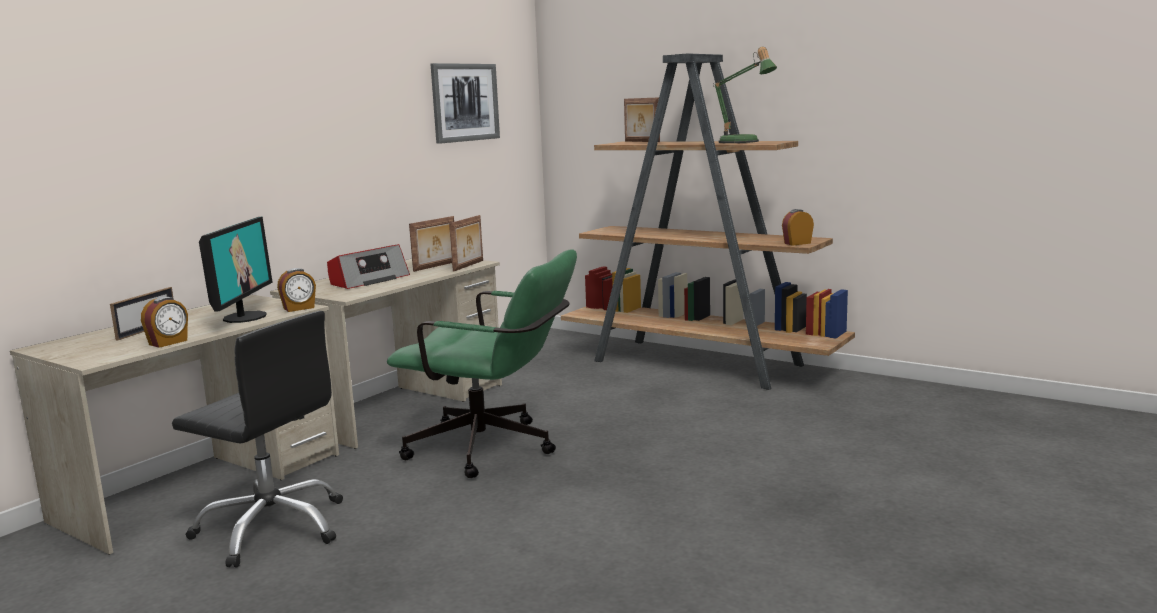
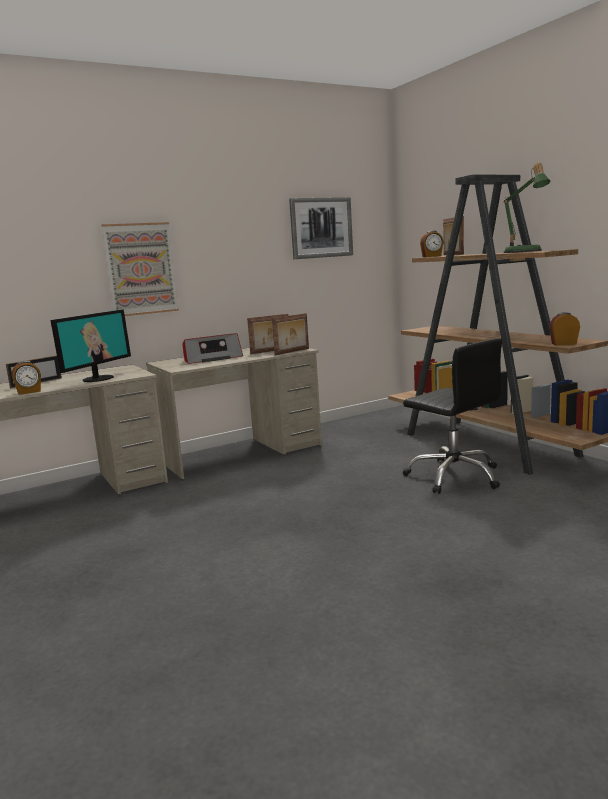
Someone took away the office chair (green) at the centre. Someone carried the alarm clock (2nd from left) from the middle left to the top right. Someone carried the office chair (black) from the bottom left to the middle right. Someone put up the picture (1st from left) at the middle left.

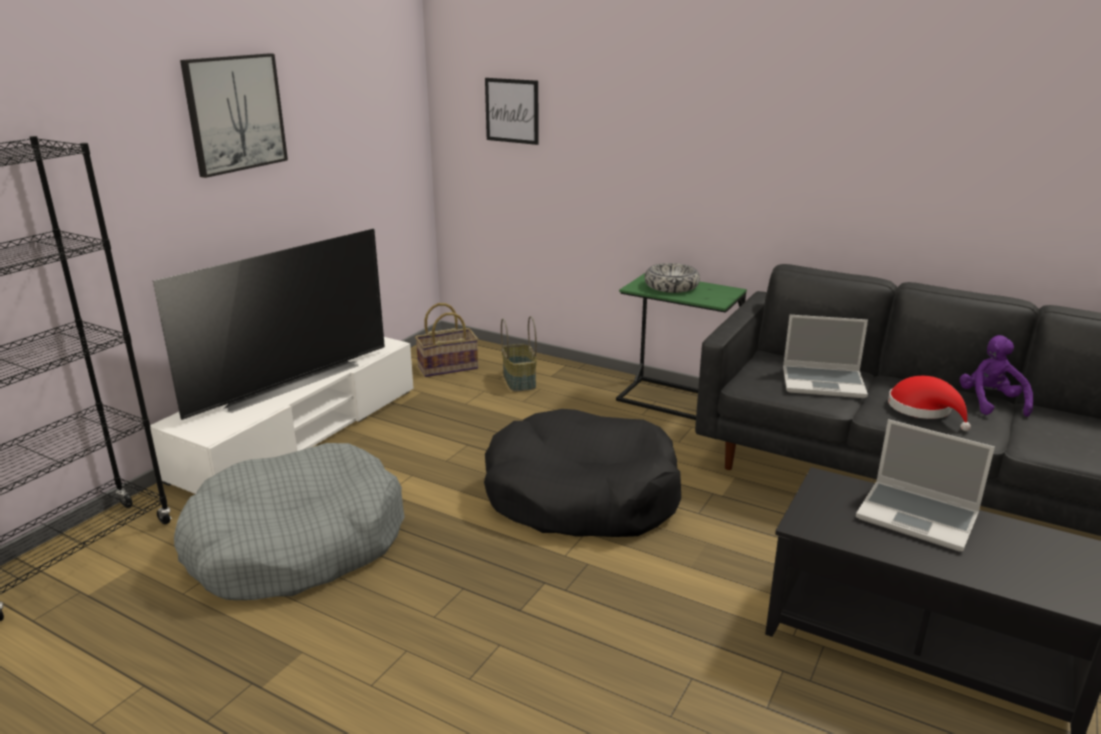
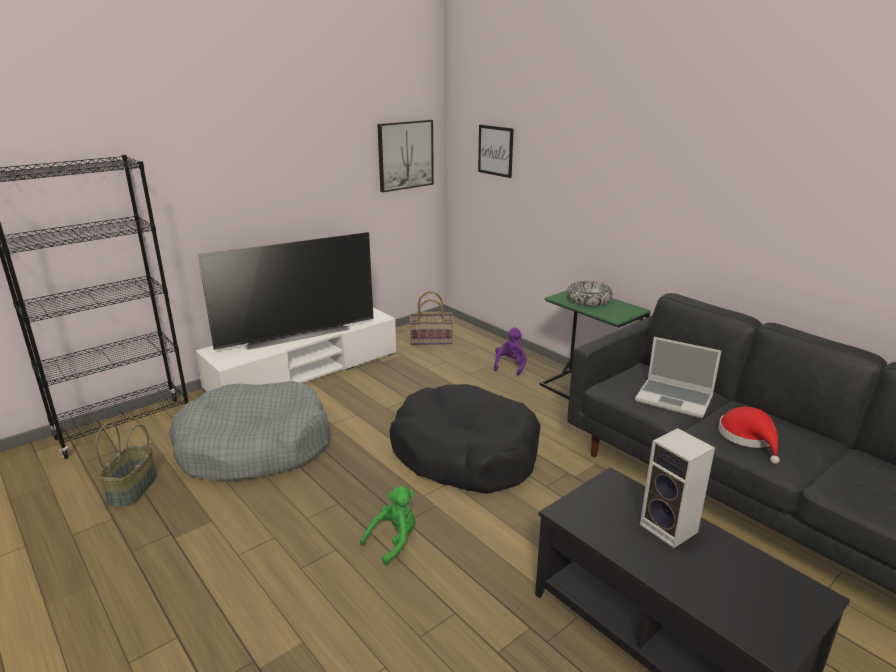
Someone carried the picture (1st from left) from the top left to the top centre. Someone carried the basket (2nd from left in the first image) from the centre to the bottom left. Someone carried the plush toy (purple) from the middle right to the centre. Someone swapped the laptop (2nd from left) at the middle right for the speaker at the bottom right. Someone put down the plush toy (green) at the bottom centre.

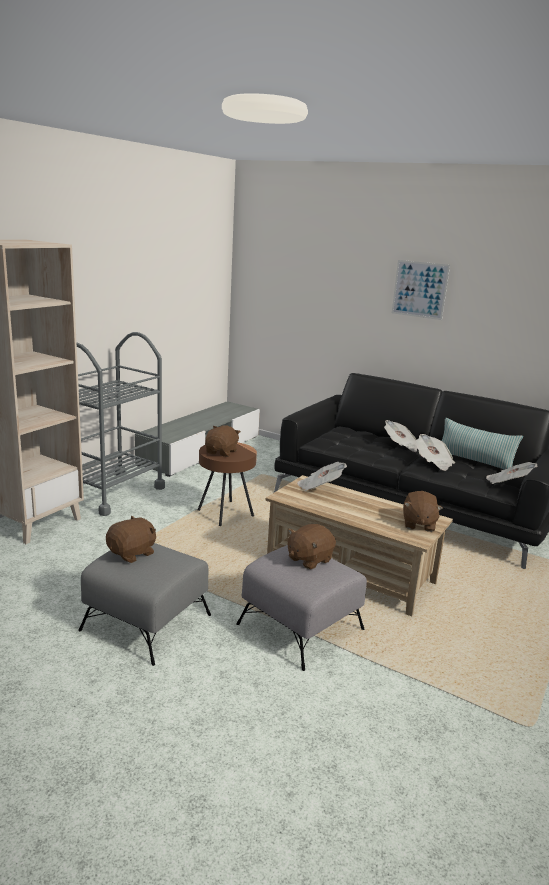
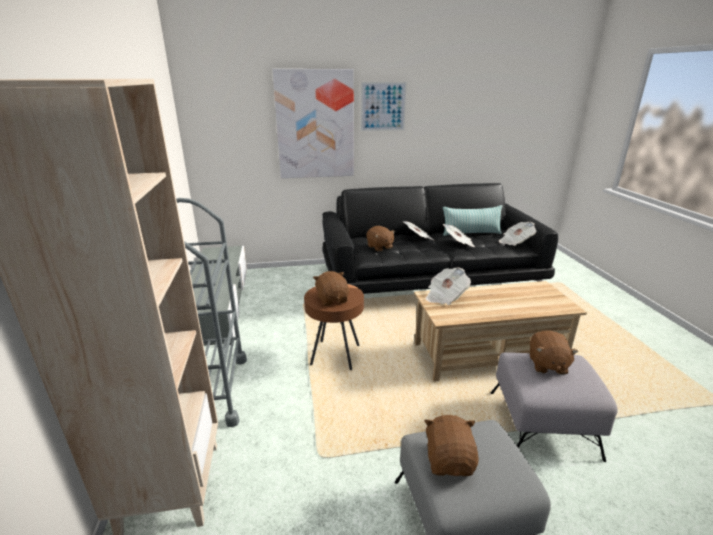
Someone carried the plush toy (brown) (4th from left in the first image) from the middle right to the centre. Someone put up the picture (1st from left) at the top centre.

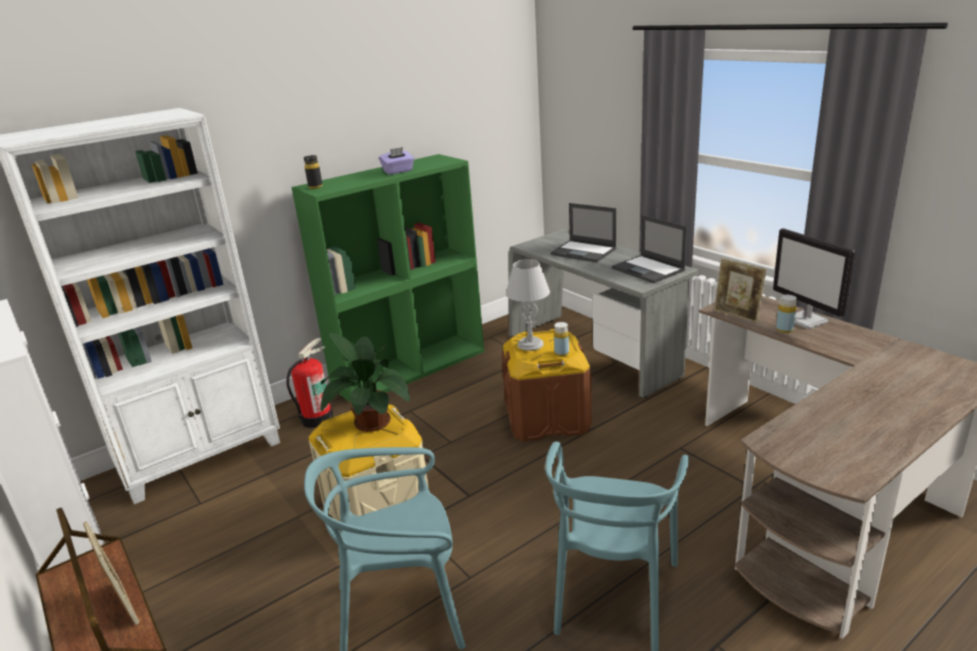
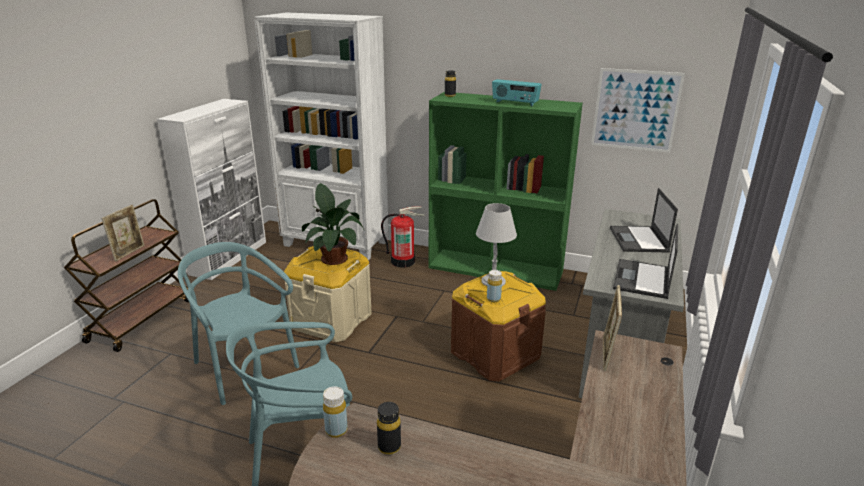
Someone swapped the tissue box (purple) at the top centre for the radio at the top centre. Someone took away the monitor at the middle right. Someone carried the bottle (yellow) (2nd from left in the first image) from the middle right to the bottom centre. Someone put up the picture at the top right. Someone put down the bottle (black) (1st from left) at the bottom centre.

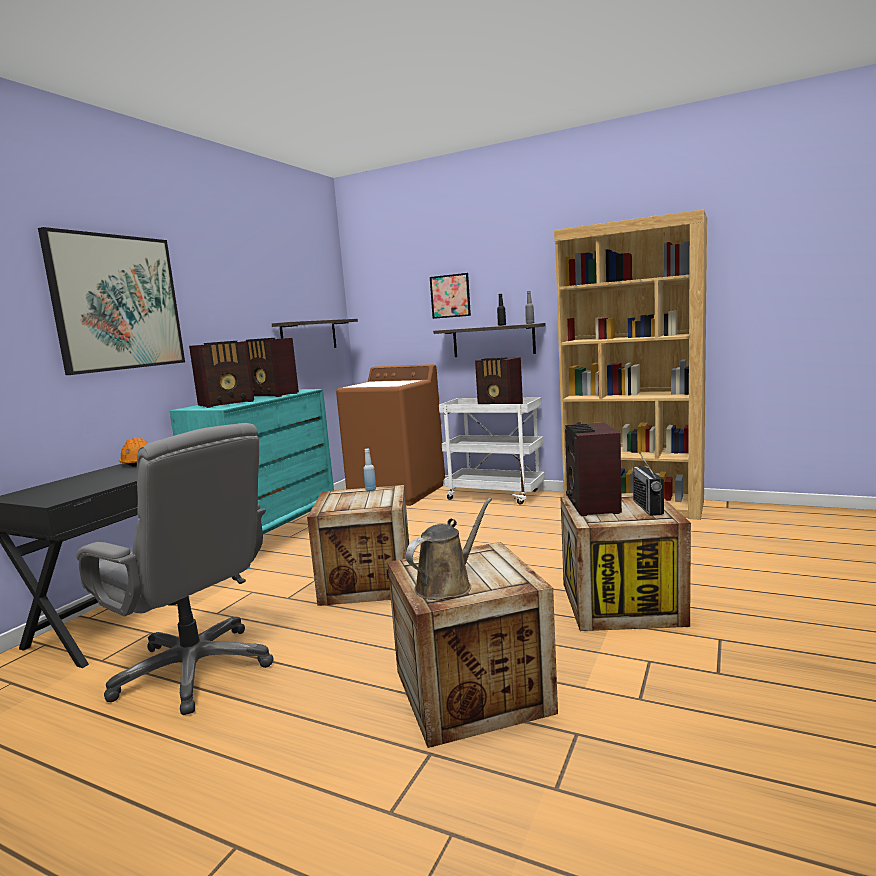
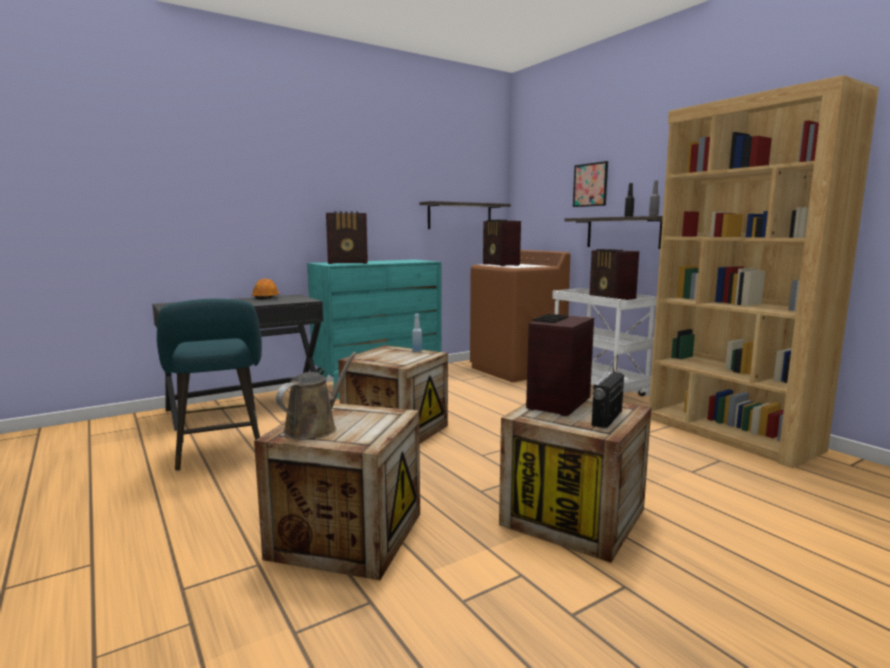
Someone took away the picture (1st from left) at the middle left. Someone carried the radio (2nd from left) from the middle left to the centre. Someone swapped the office chair (grey) at the middle left for the stool (turquoise) at the middle left. Someone rotated the watering can (brown) at the centre by 45 degrees counterclockwise.

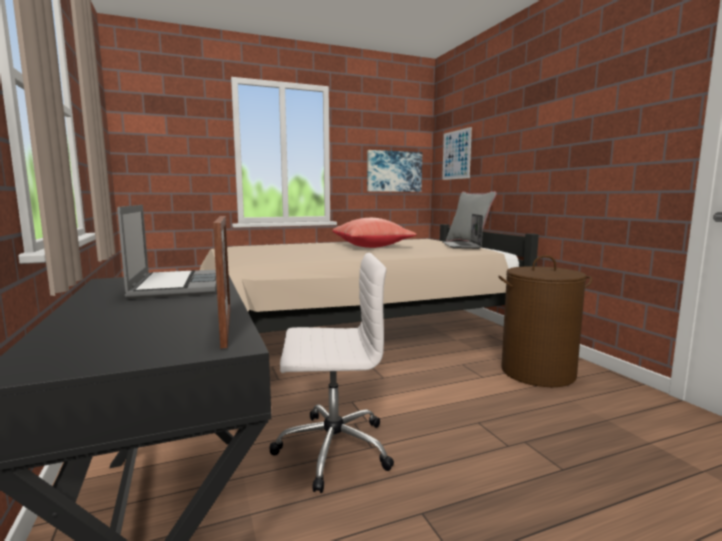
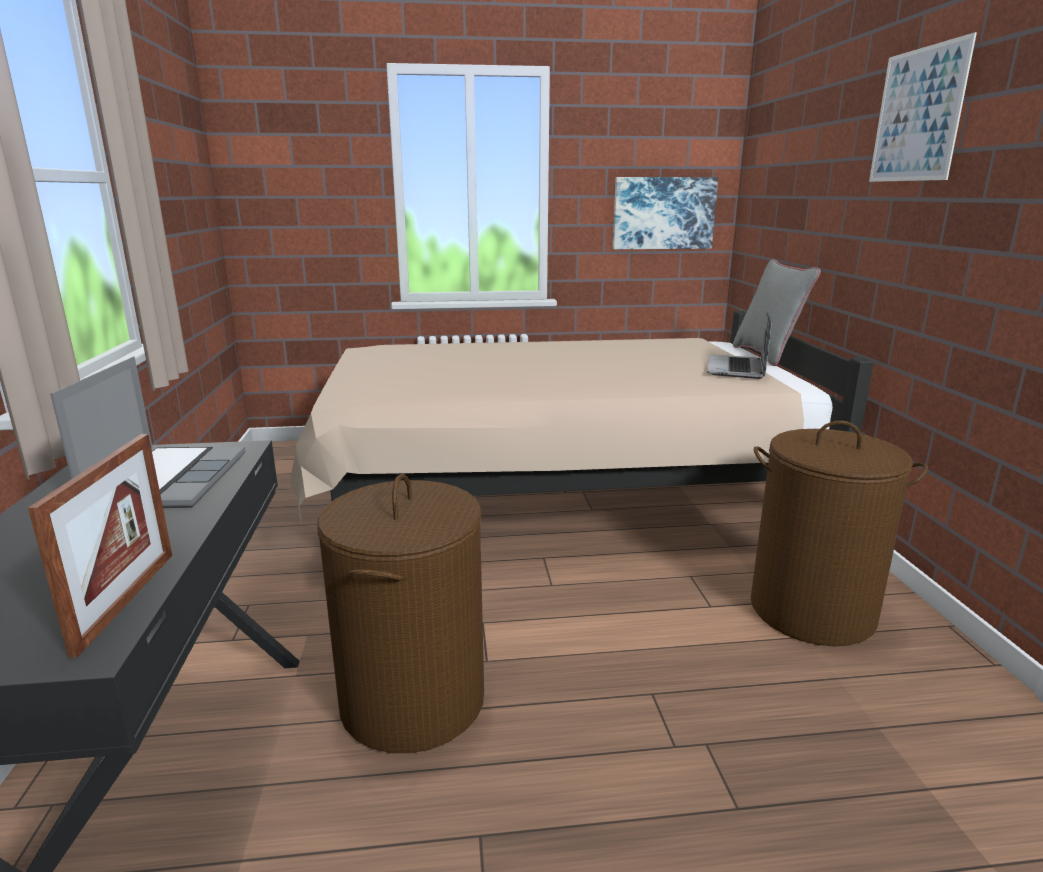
Someone carried the picture (2nd from left) from the top centre to the top right. Someone took away the pillow (red) at the centre. Someone swapped the office chair (white) at the bottom centre for the laundry basket (brown) (1st from left) at the bottom centre.

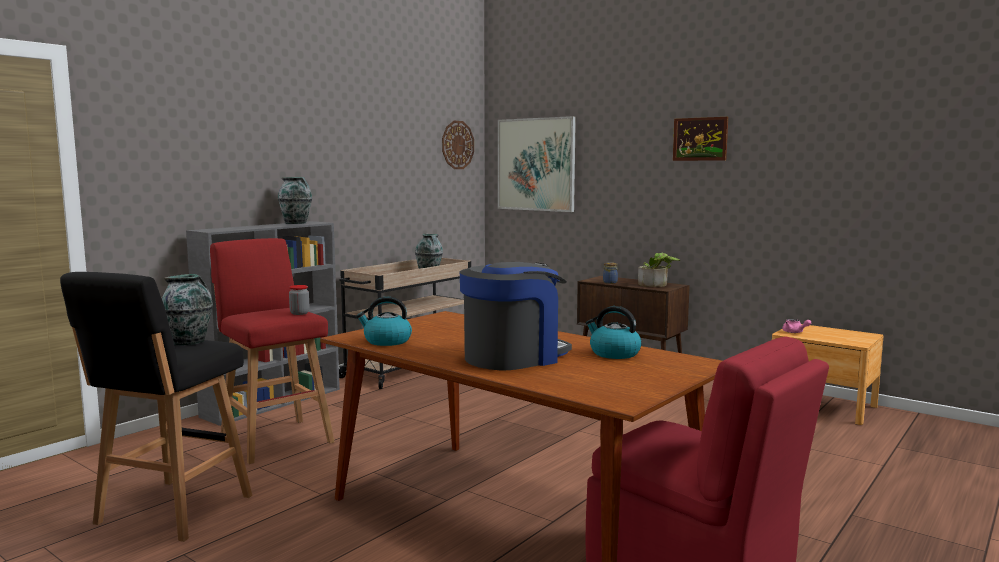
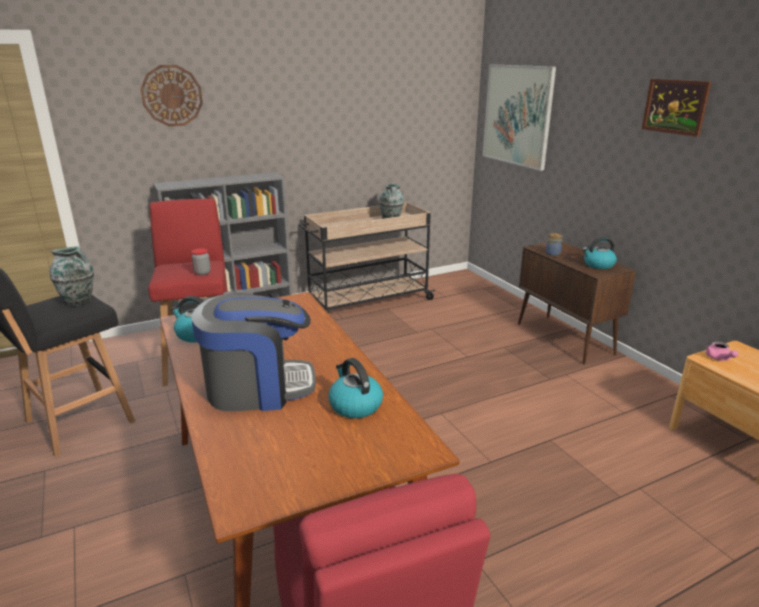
Someone carried the wall clock from the top centre to the top left. Someone took away the vase (2nd from left) at the middle left. Someone swapped the potted plant at the centre for the kettle (3rd from left) at the middle right.

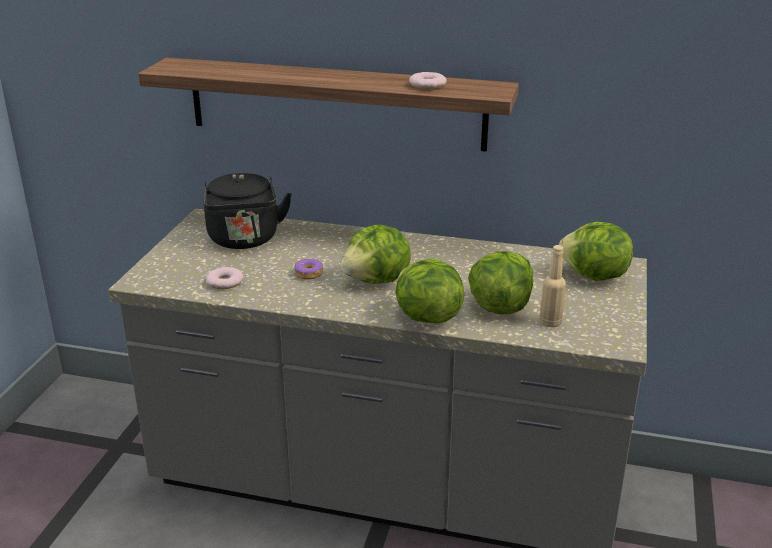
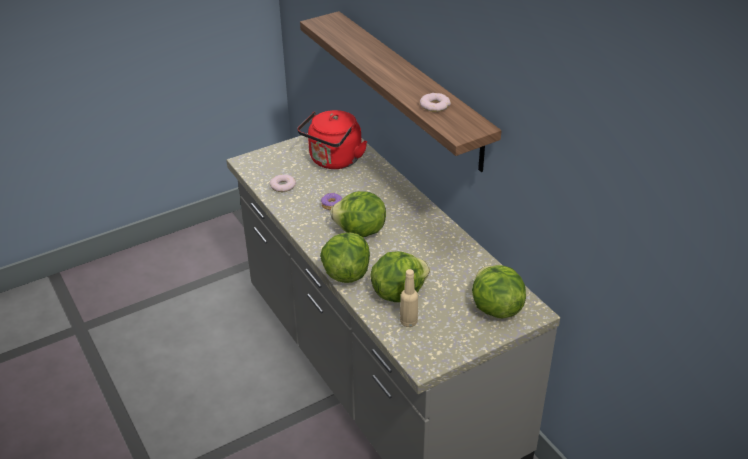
Someone repainted the kettle (black) at the middle left, which became the kettle (red) at the top centre.

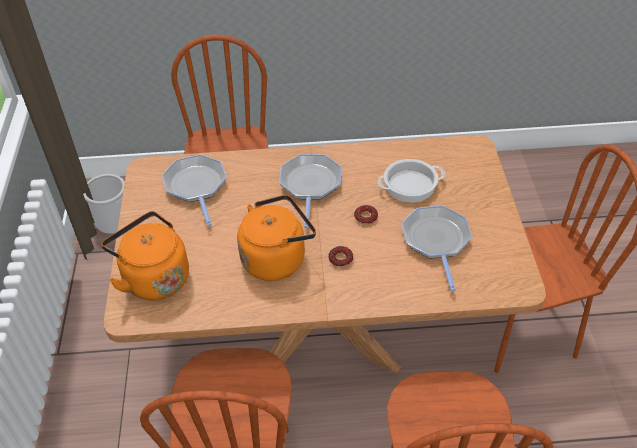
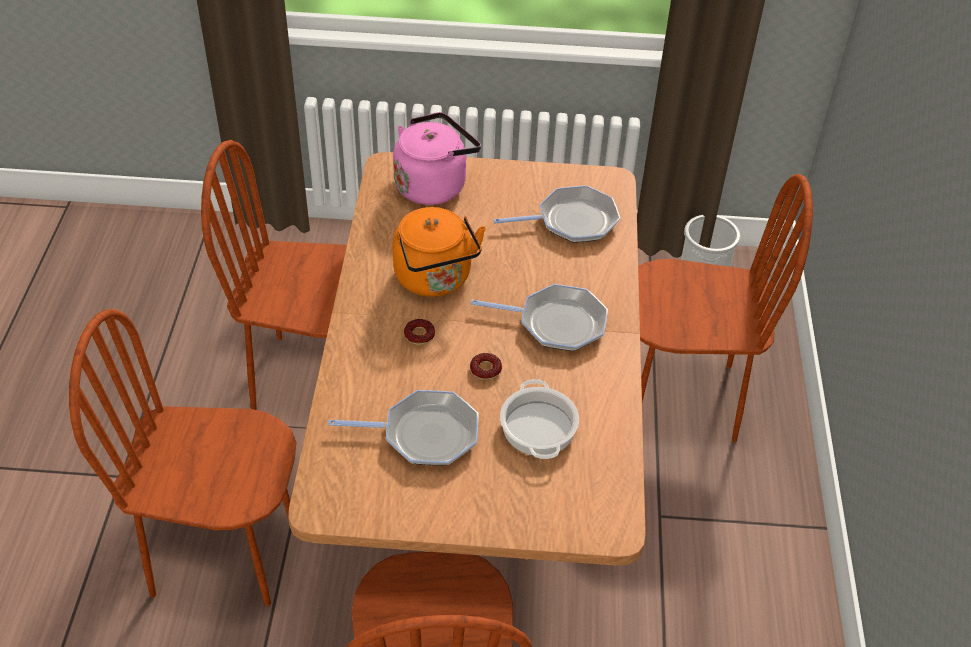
Someone repainted the kettle (orange) (1st from left) at the middle left, which became the kettle (pink) at the top centre.

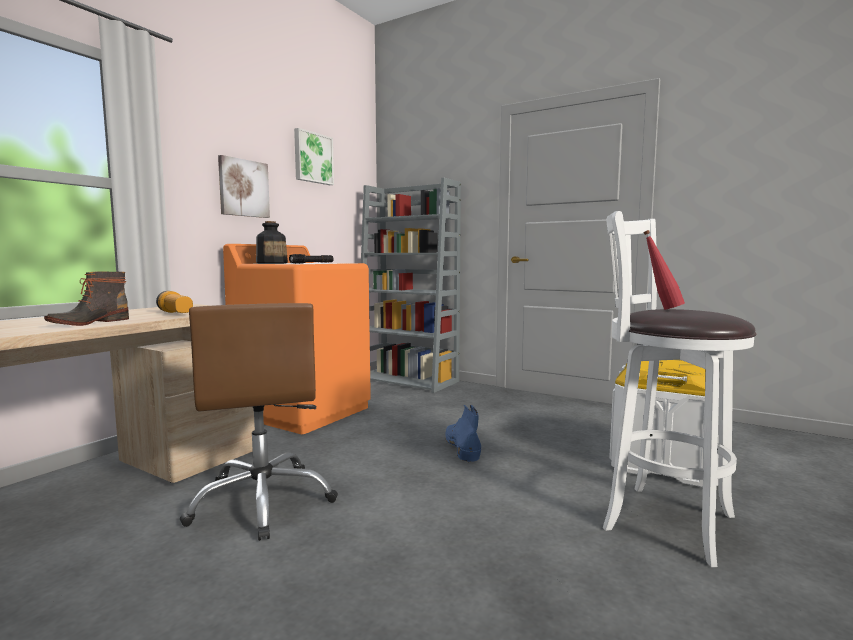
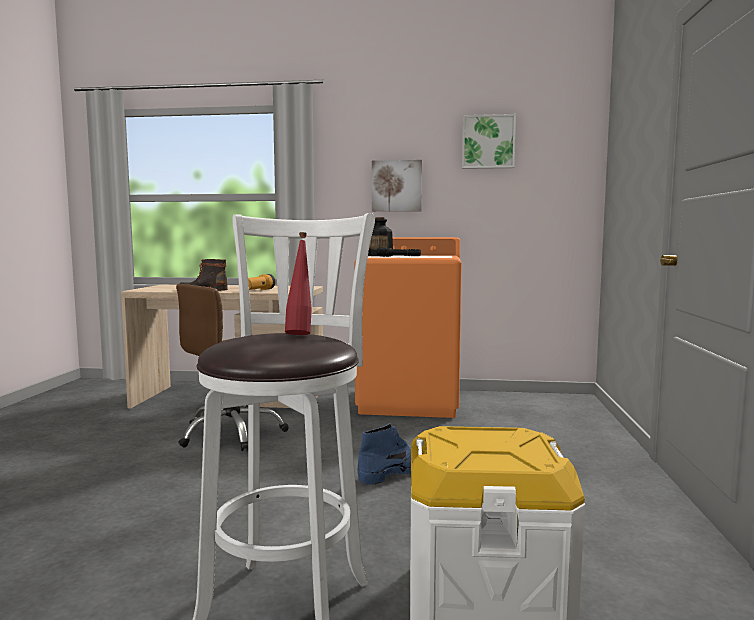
Someone took away the bookcase (grey) at the centre.

